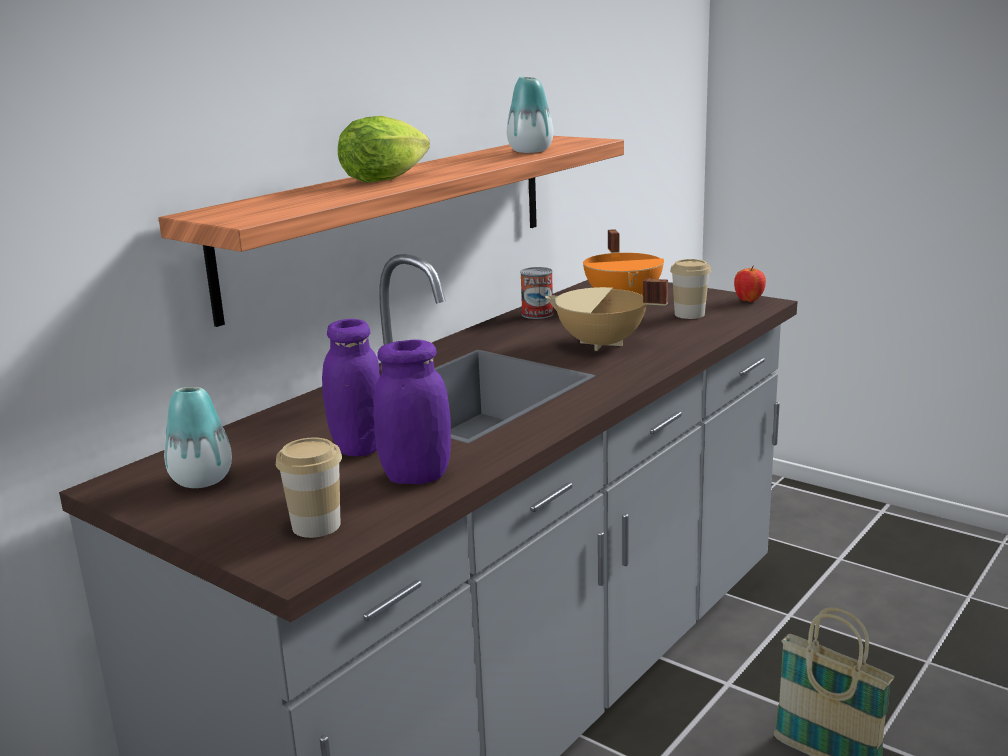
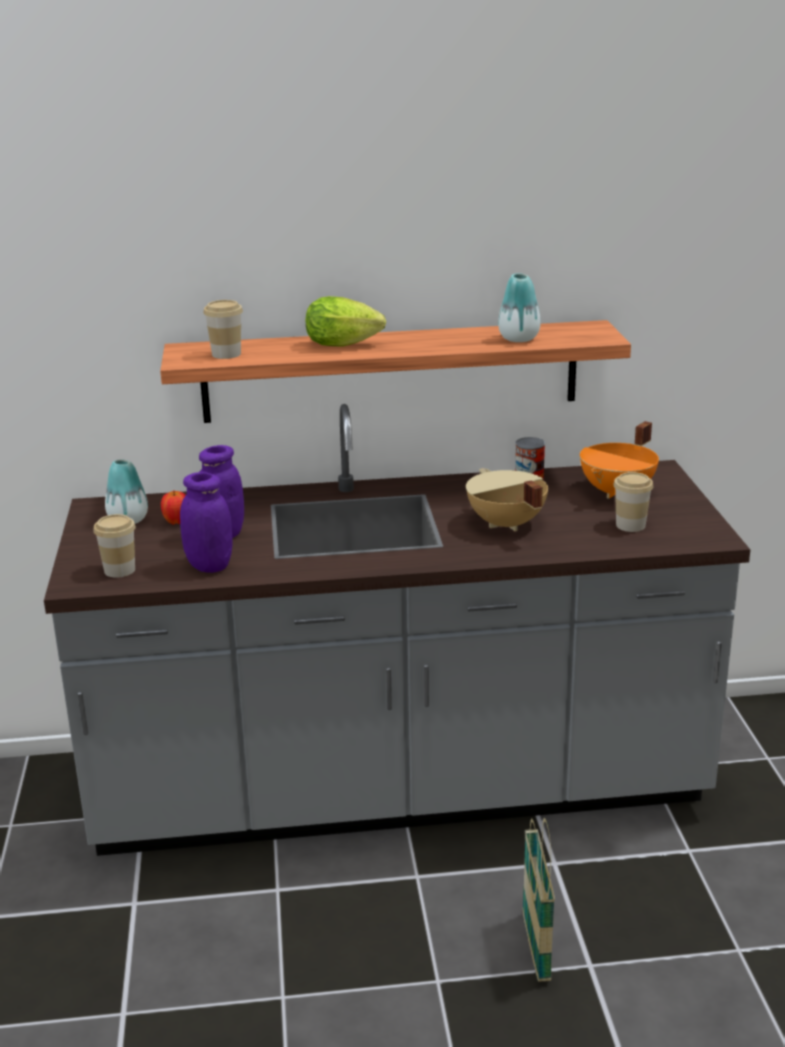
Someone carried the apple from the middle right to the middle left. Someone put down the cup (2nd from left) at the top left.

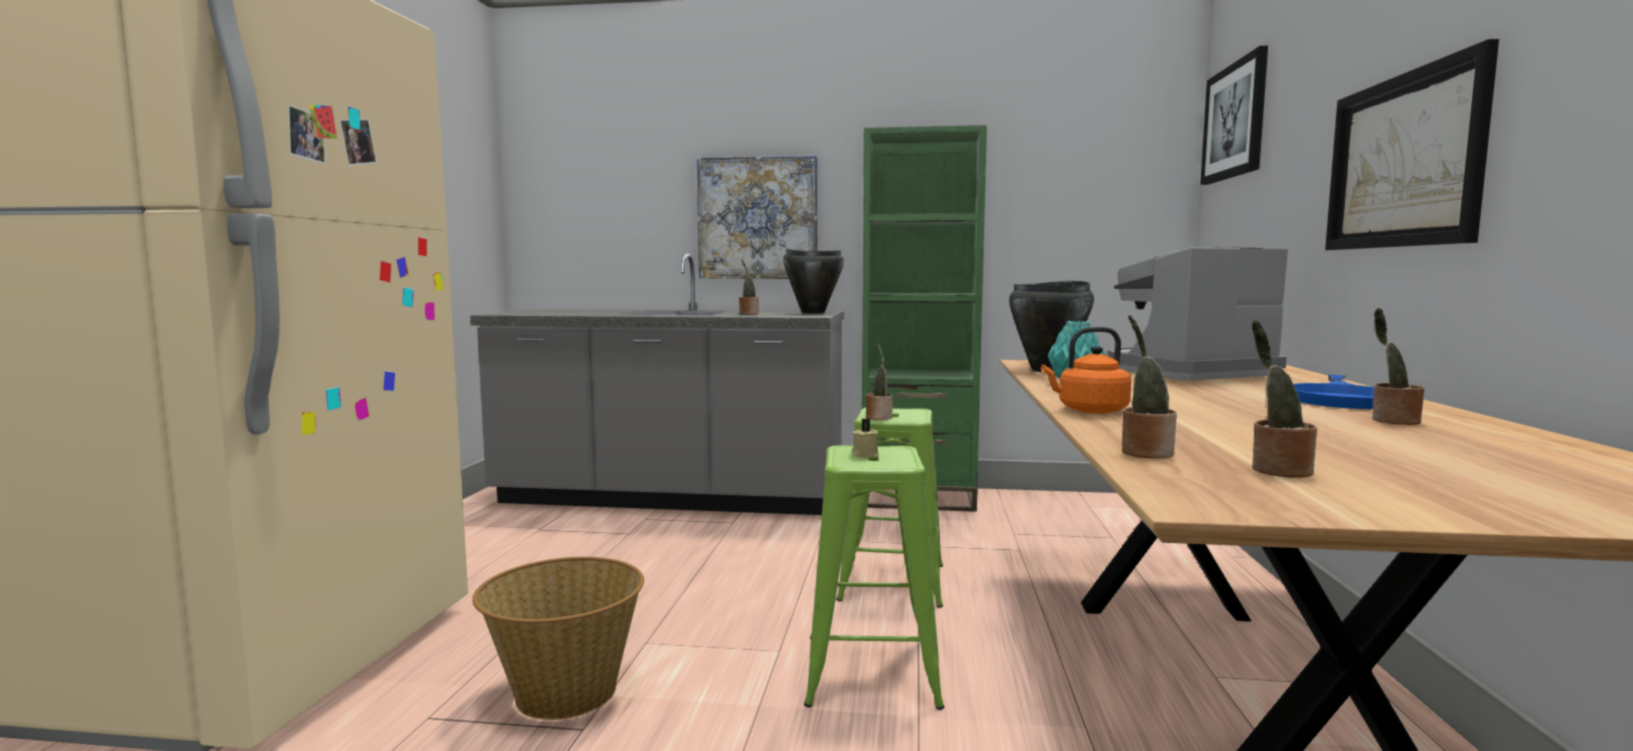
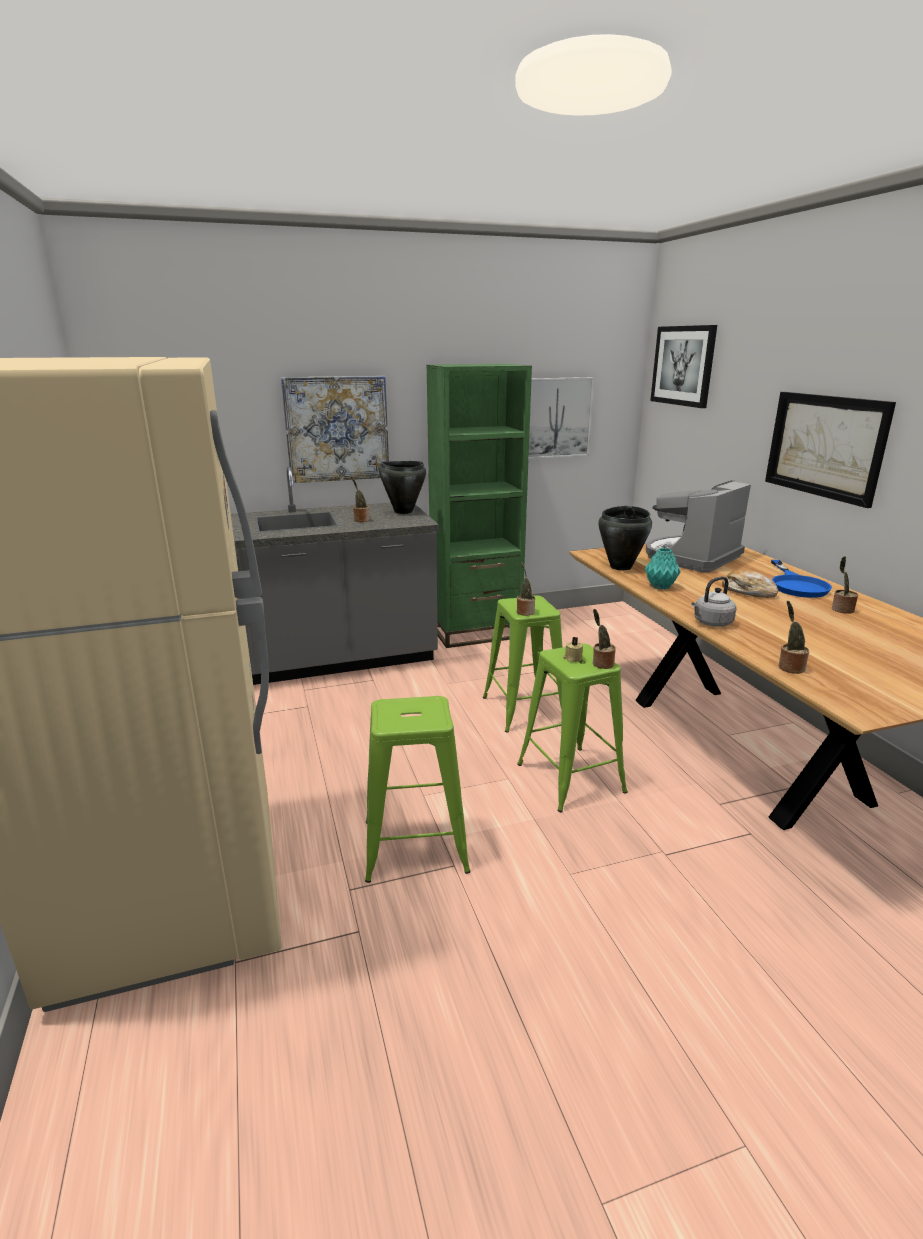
Someone carried the potted plant (4th from left in the first image) from the middle right to the centre. Someone repainted the kettle (orange) at the centre, which became the kettle (grey) at the middle right. Someone swapped the basket at the bottom centre for the stool (green) (1st from left) at the centre. Someone put up the picture (2nd from left) at the centre. Someone put down the bread at the middle right.

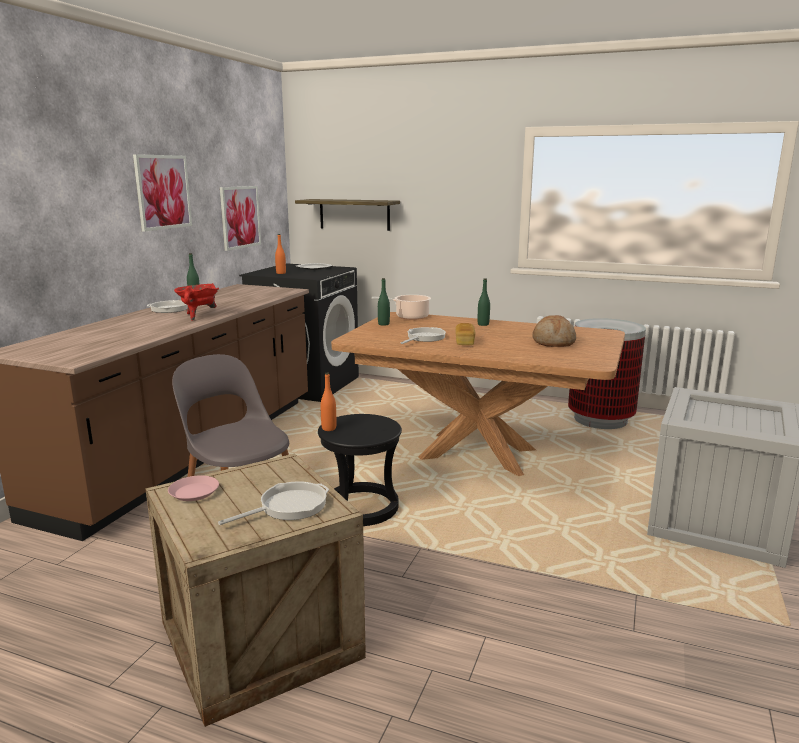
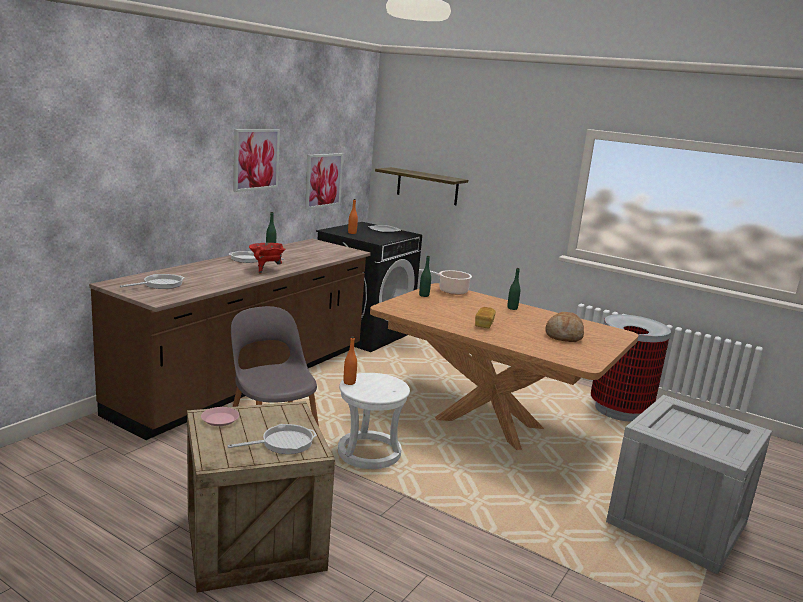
Someone carried the frying pan (3rd from left in the first image) from the centre to the middle left. Someone repainted the stool (black) at the centre, which became the stool (white) at the bottom centre.

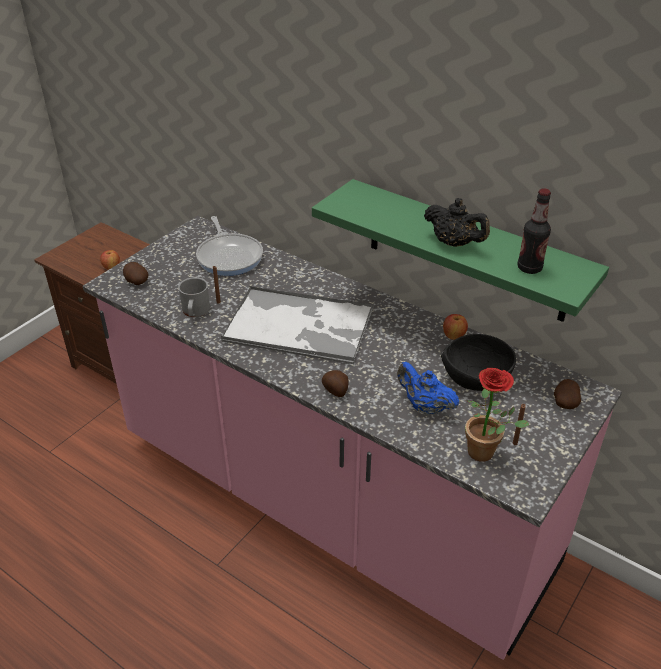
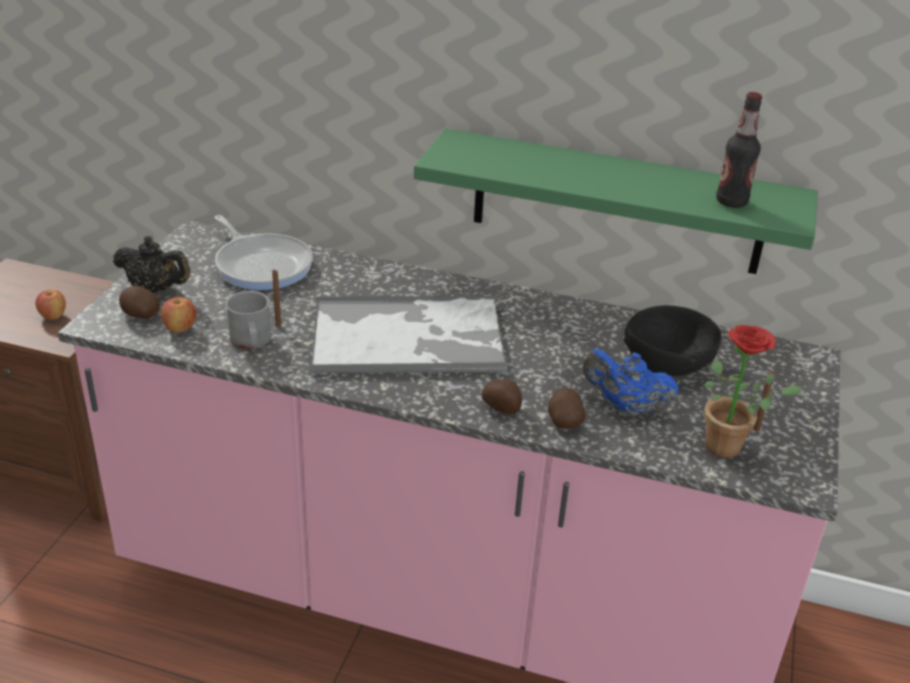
Someone carried the teapot (black) from the top right to the middle left. Someone carried the apple (2nd from left) from the middle right to the middle left. Someone carried the potato (3rd from left) from the middle right to the centre.

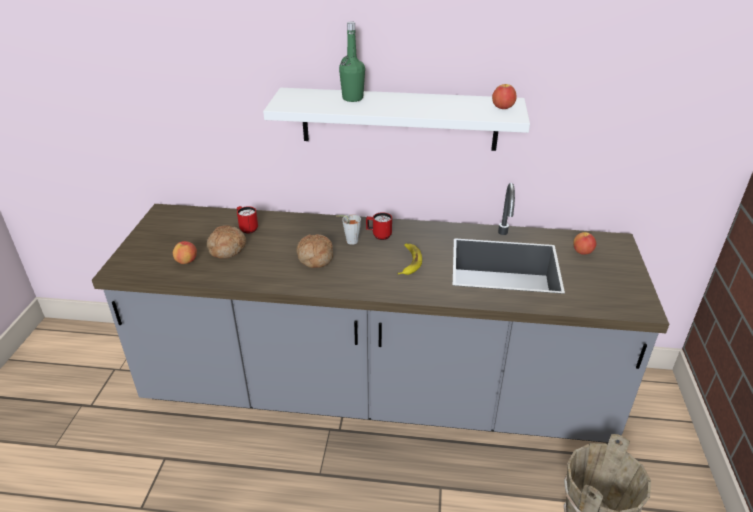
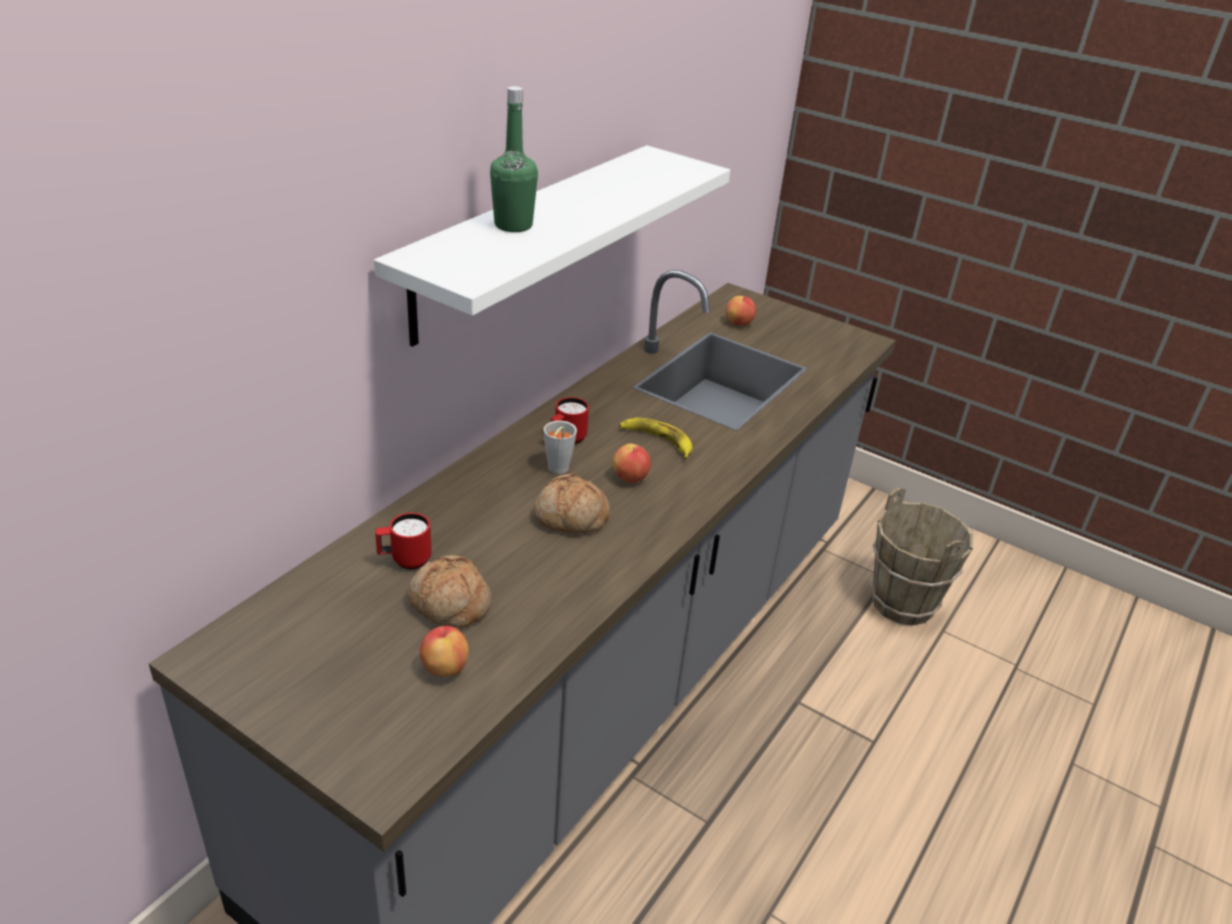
Someone carried the apple (2nd from left) from the top right to the centre.

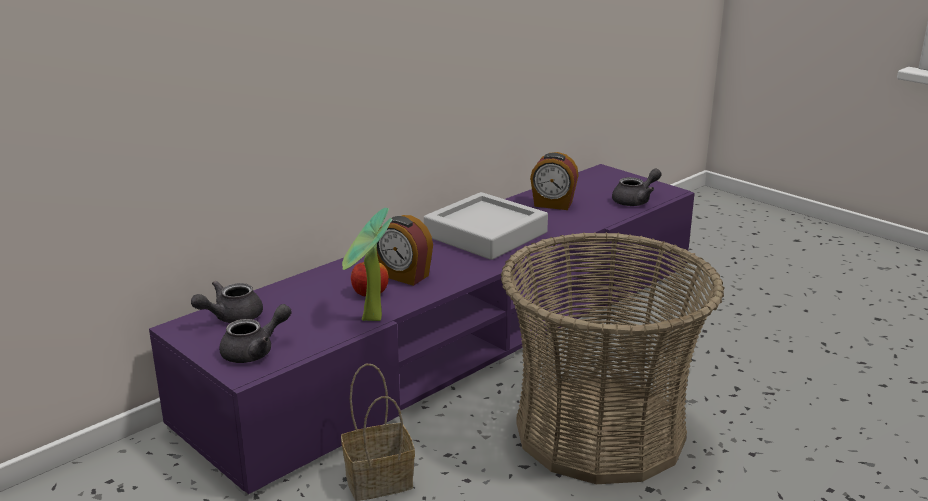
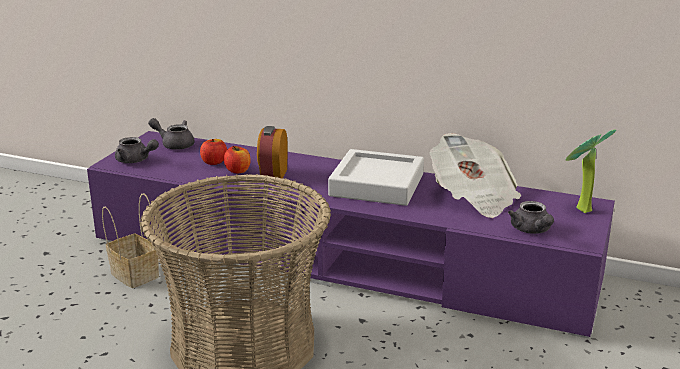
Someone swapped the alarm clock (2nd from left) at the centre for the newspaper at the middle right. Someone rotated the teapot (grey) (3rd from left) at the middle right by 45 degrees clockwise. Someone carried the potted plant from the centre to the middle right. Someone put down the apple (1st from left) at the middle left.

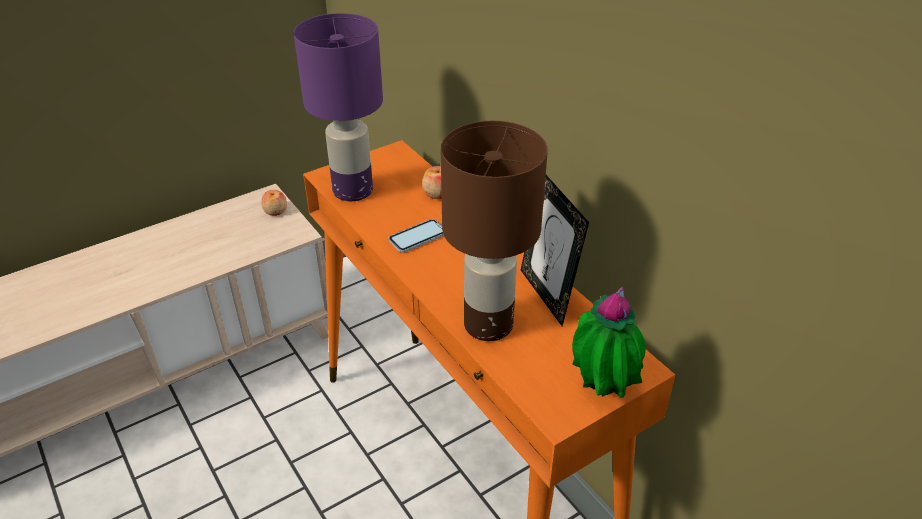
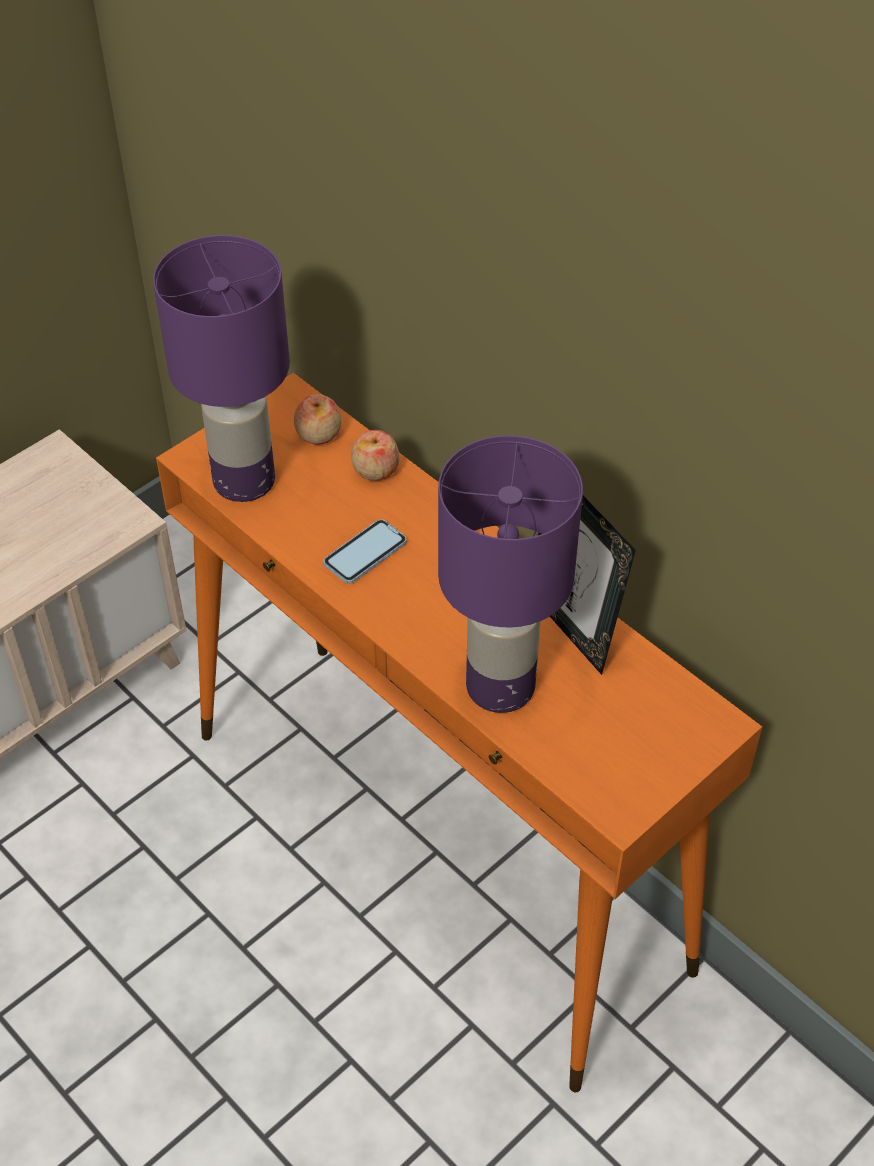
Someone repainted the table lamp (brown) at the centre, which became the table lamp (purple) (2nd from left) at the centre. Someone carried the apple (1st from left) from the middle left to the centre. Someone took away the potted plant at the centre.

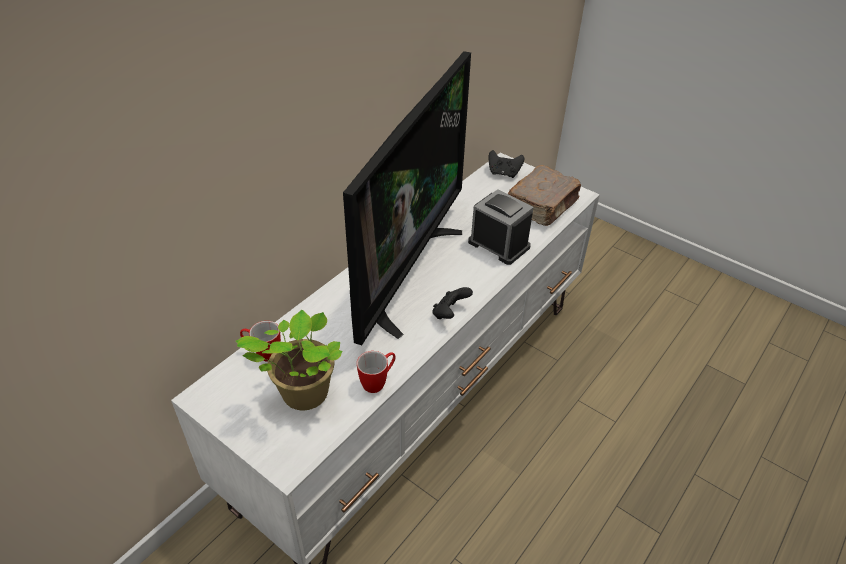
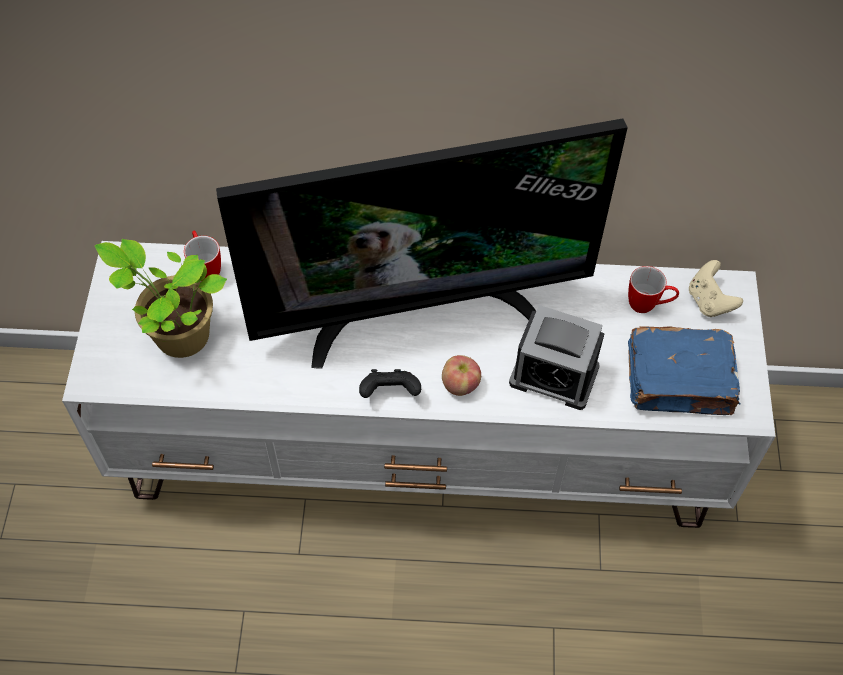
Someone repainted the game controller (black) (2nd from left) at the top centre, which became the game controller (beige) at the middle right. Someone repainted the book (brown) at the centre, which became the book (blue) at the middle right. Someone rotated the alarm clock at the centre by 105 degrees clockwise. Someone carried the mug (2nd from left) from the centre to the middle right. Someone put down the apple at the centre.

